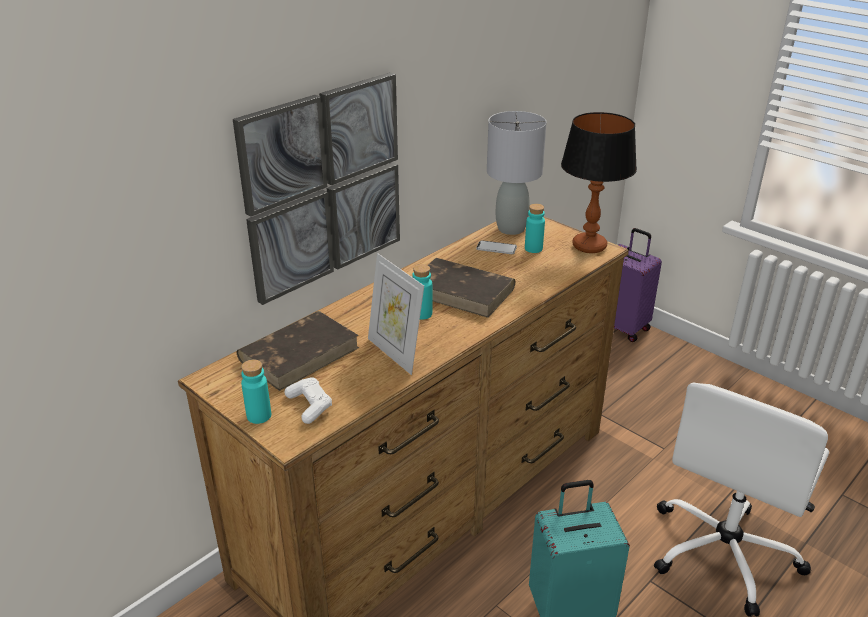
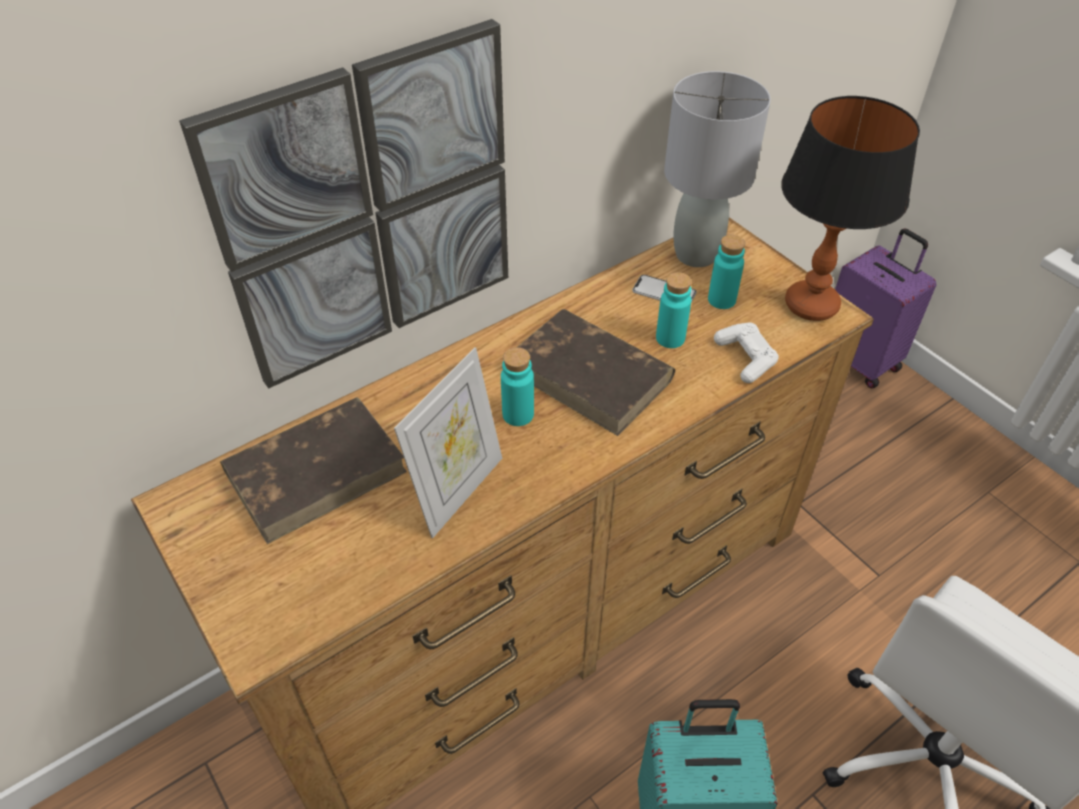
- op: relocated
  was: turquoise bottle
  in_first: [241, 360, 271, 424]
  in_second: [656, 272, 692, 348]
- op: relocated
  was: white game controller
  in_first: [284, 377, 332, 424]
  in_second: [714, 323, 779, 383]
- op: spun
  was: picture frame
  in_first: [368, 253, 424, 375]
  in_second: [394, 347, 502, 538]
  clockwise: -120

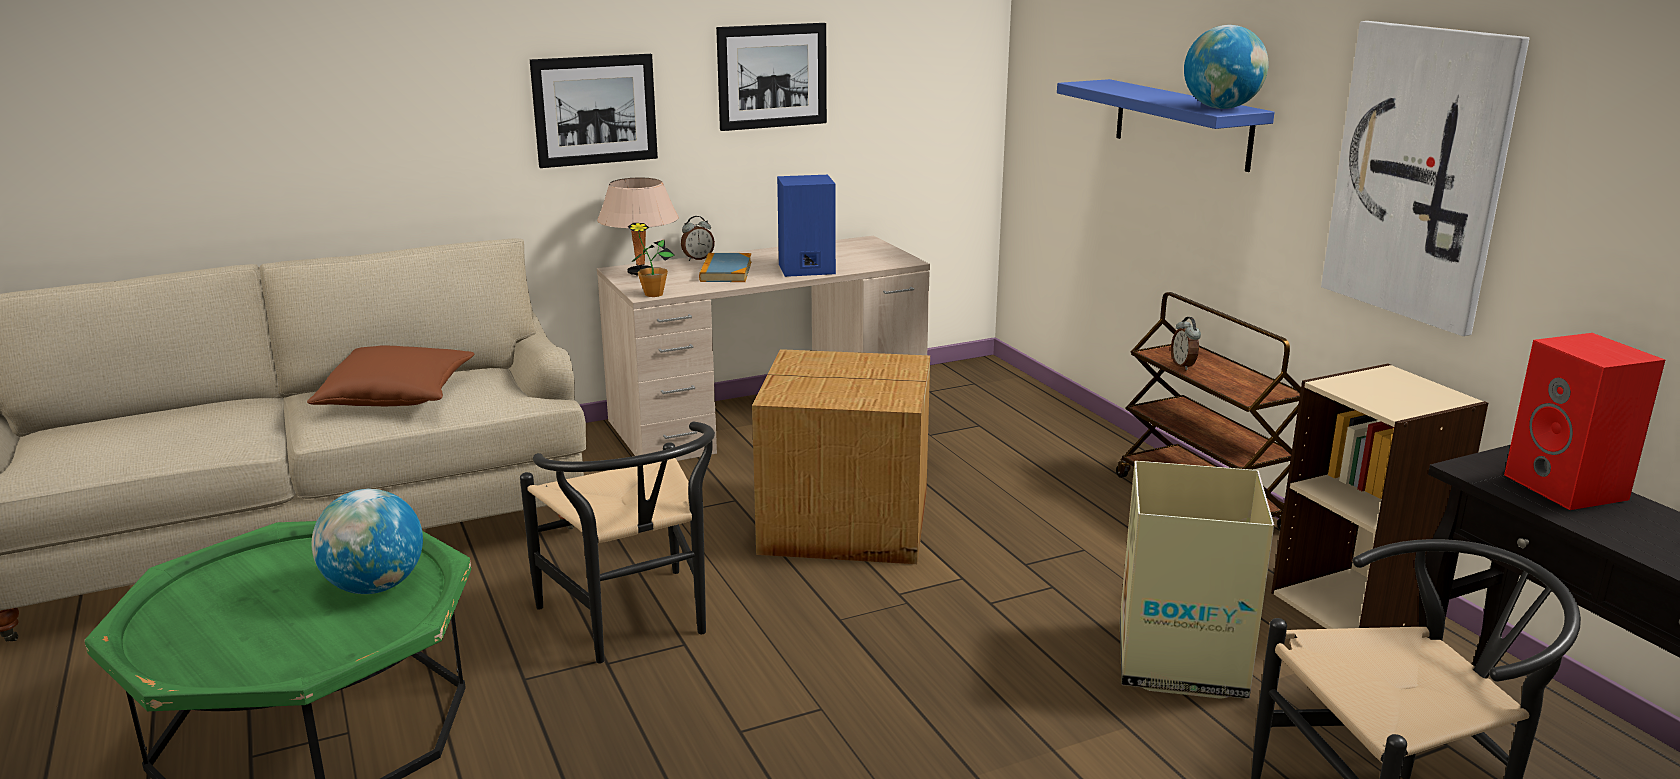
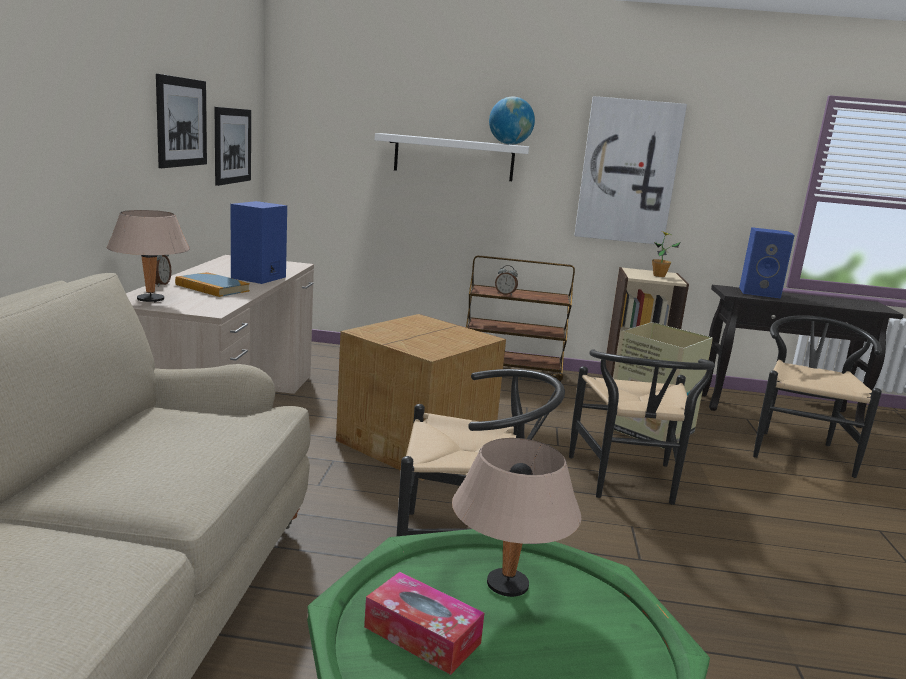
- op: missing
  was: brown pillow
  in_first: [307, 345, 475, 406]
- op: appeared
  now: tissue box
  in_second: [364, 572, 484, 675]
- op: appeared
  now: black chair
  in_second: [569, 349, 715, 505]
- op: relocated
  was: picture
  in_first: [530, 54, 658, 168]
  in_second: [215, 107, 251, 186]
- op: relocated
  was: potted plant
  in_first: [628, 223, 674, 297]
  in_second: [652, 231, 680, 277]
- op: exchanged
  was: globe
  now: beige table lamp
  in_first: [312, 489, 423, 594]
  in_second: [452, 438, 582, 597]
- op: colour
  was: blue shelf
  now: white shelf
  in_first: [1057, 79, 1274, 172]
  in_second: [375, 133, 529, 181]
- op: colour
  was: red speaker
  now: blue speaker
  in_first: [1504, 333, 1665, 510]
  in_second: [739, 227, 795, 299]

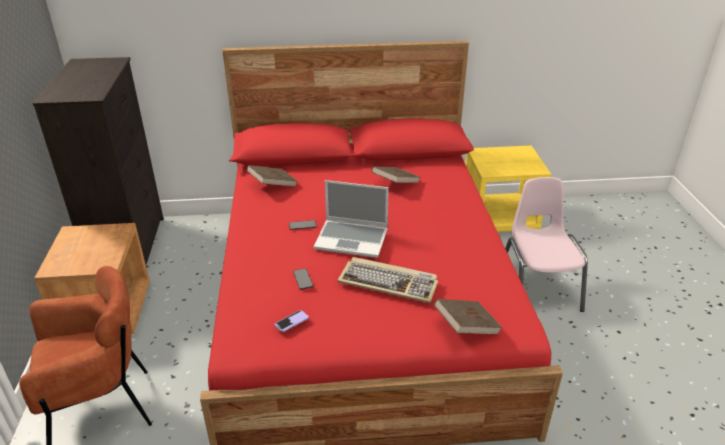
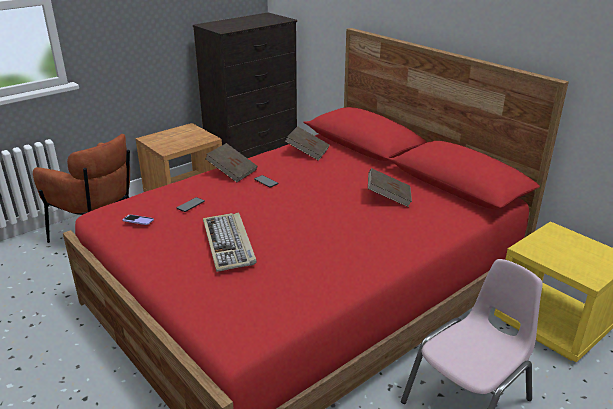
- op: missing
  was: laptop
  in_first: [314, 180, 389, 258]
- op: relocated
  was: brown book
  in_first: [434, 299, 503, 335]
  in_second: [205, 143, 257, 183]

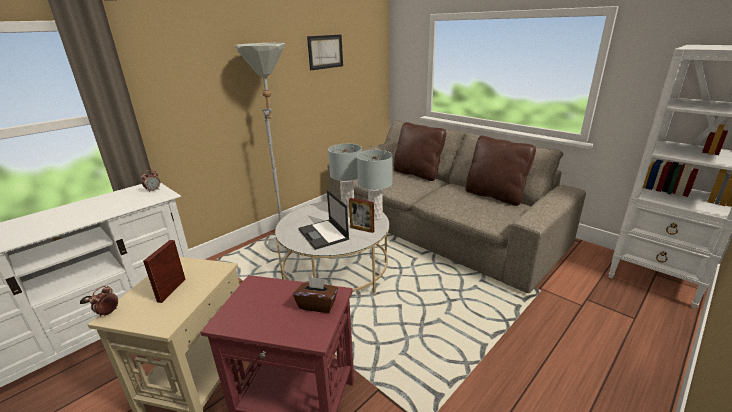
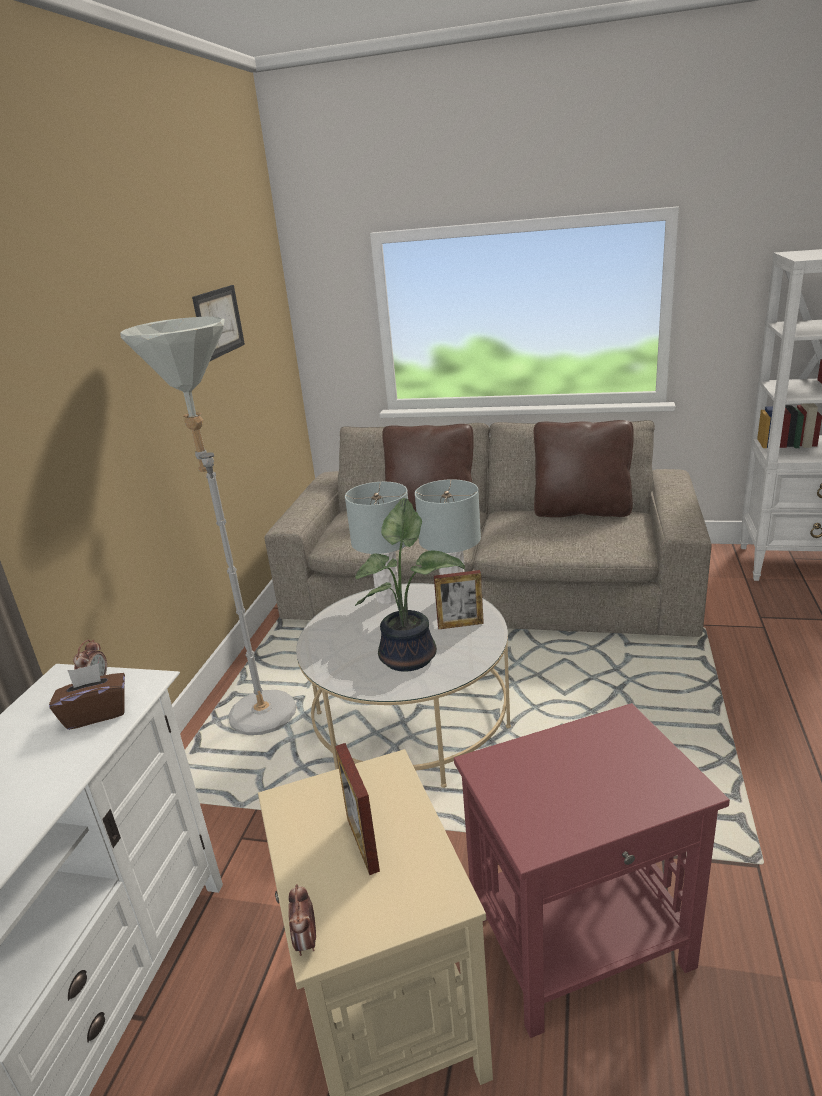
- op: relocated
  was: brown tissue box
  in_first: [293, 277, 338, 313]
  in_second: [49, 664, 125, 730]
- op: exchanged
  was: laptop
  now: potted plant
  in_first: [298, 190, 349, 250]
  in_second: [355, 498, 465, 672]

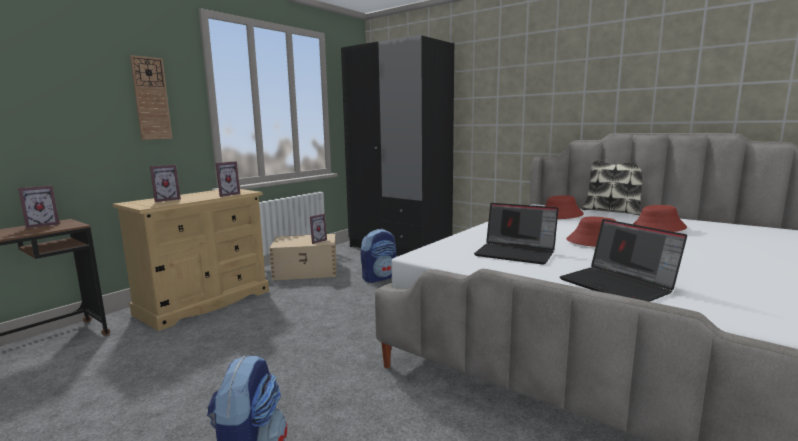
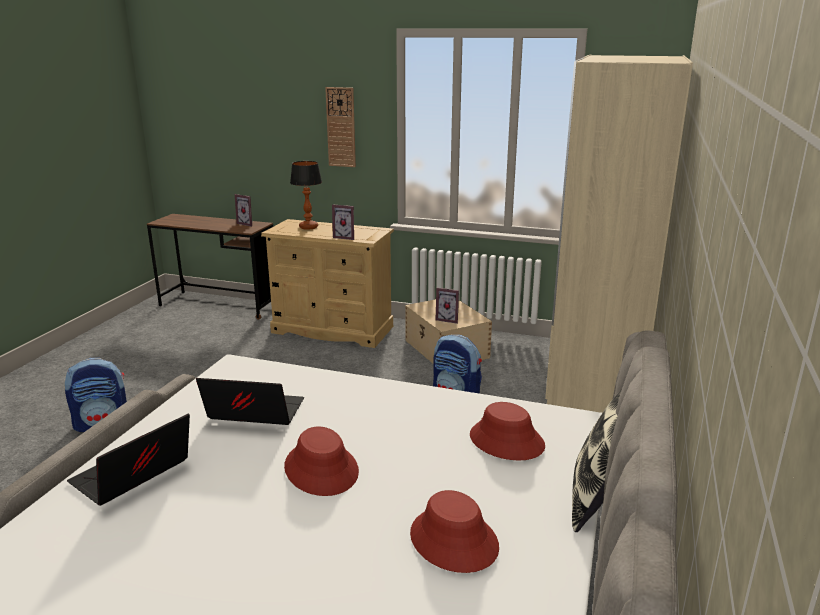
- op: exchanged
  was: picture frame
  now: table lamp
  in_first: [150, 165, 181, 202]
  in_second: [290, 161, 322, 230]
- op: colour
  was: black wardrobe
  now: beige wardrobe
  in_first: [341, 35, 454, 256]
  in_second: [545, 55, 693, 413]
- op: spun
  was: laptop
  in_first: [474, 203, 559, 265]
  in_second: [196, 378, 304, 425]
  clockwise: 90

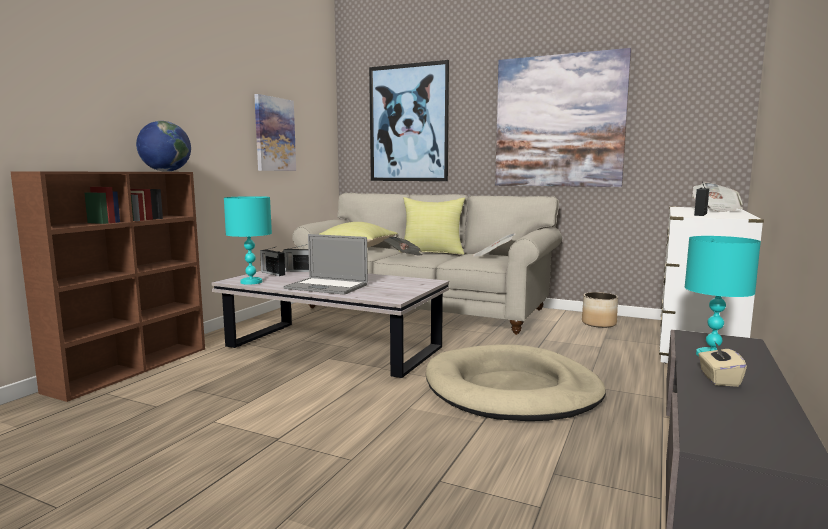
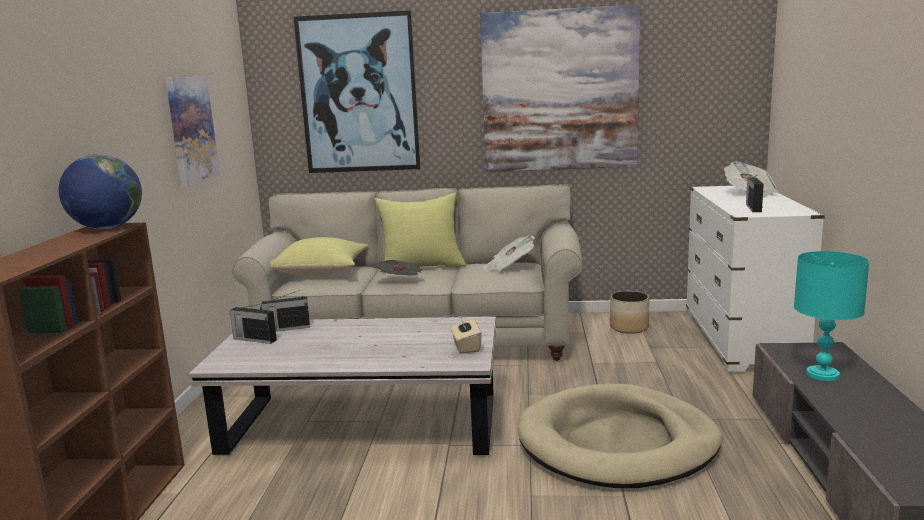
- op: missing
  was: turquoise table lamp
  in_first: [224, 196, 272, 285]
- op: missing
  was: laptop
  in_first: [283, 234, 368, 295]
- op: relocated
  was: beige tissue box
  in_first: [698, 342, 747, 387]
  in_second: [451, 316, 482, 354]

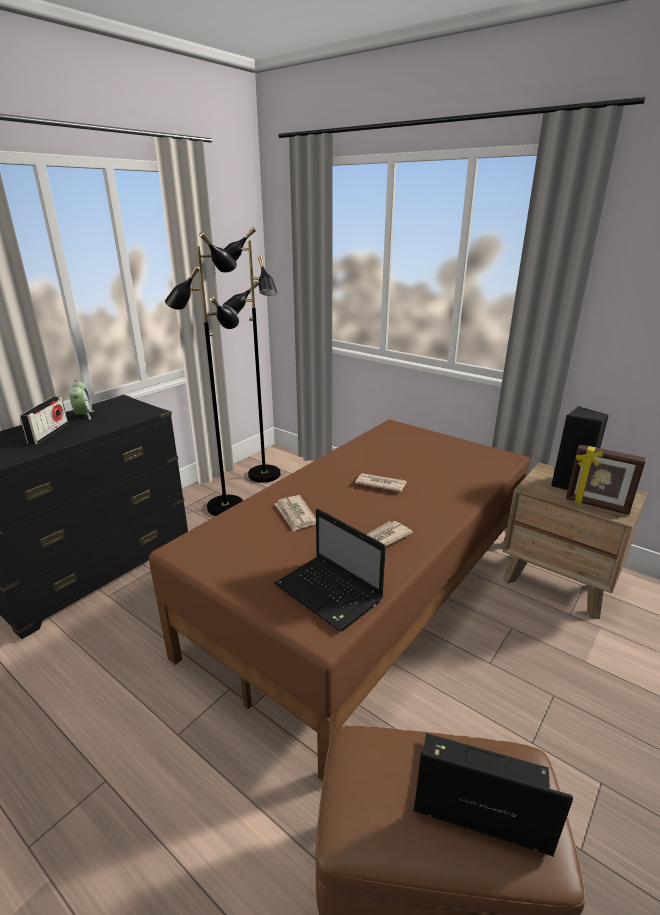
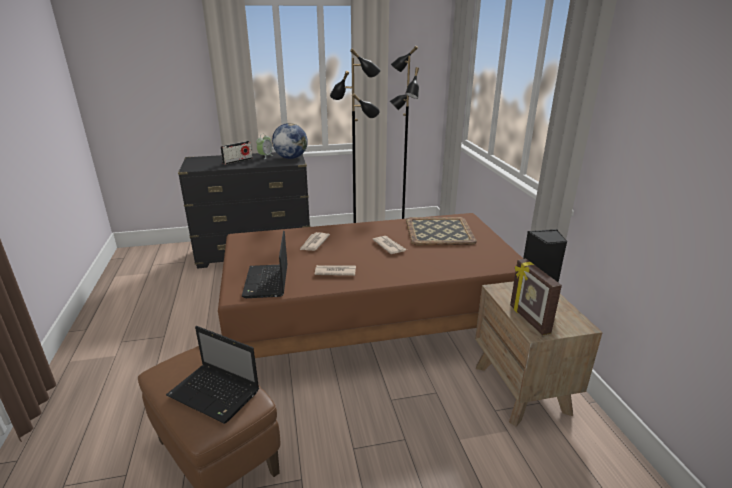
- op: appeared
  now: globe
  in_second: [272, 123, 308, 159]
- op: appeared
  now: tray
  in_second: [406, 217, 477, 245]
- op: spun
  was: laptop
  in_first: [413, 733, 573, 857]
  in_second: [166, 326, 259, 424]
  clockwise: 150

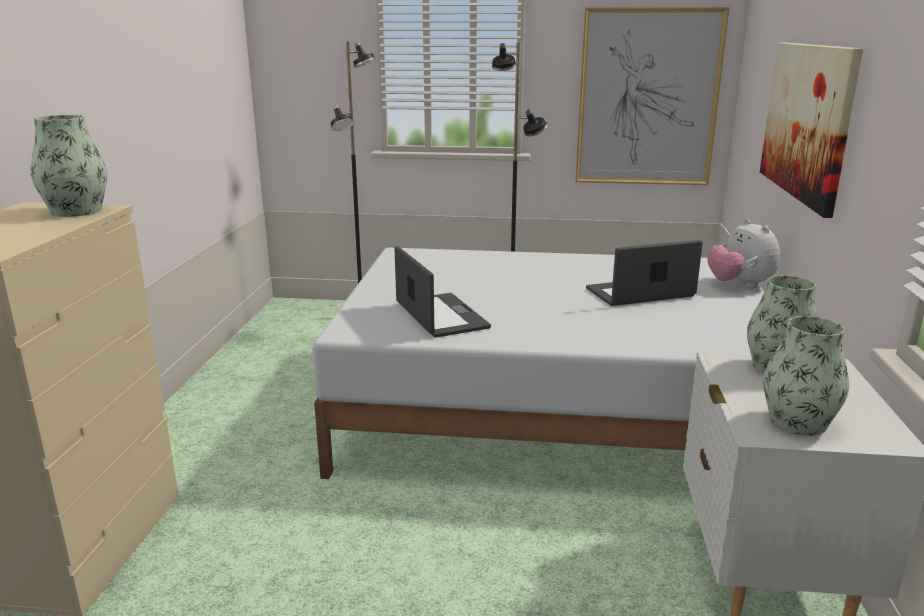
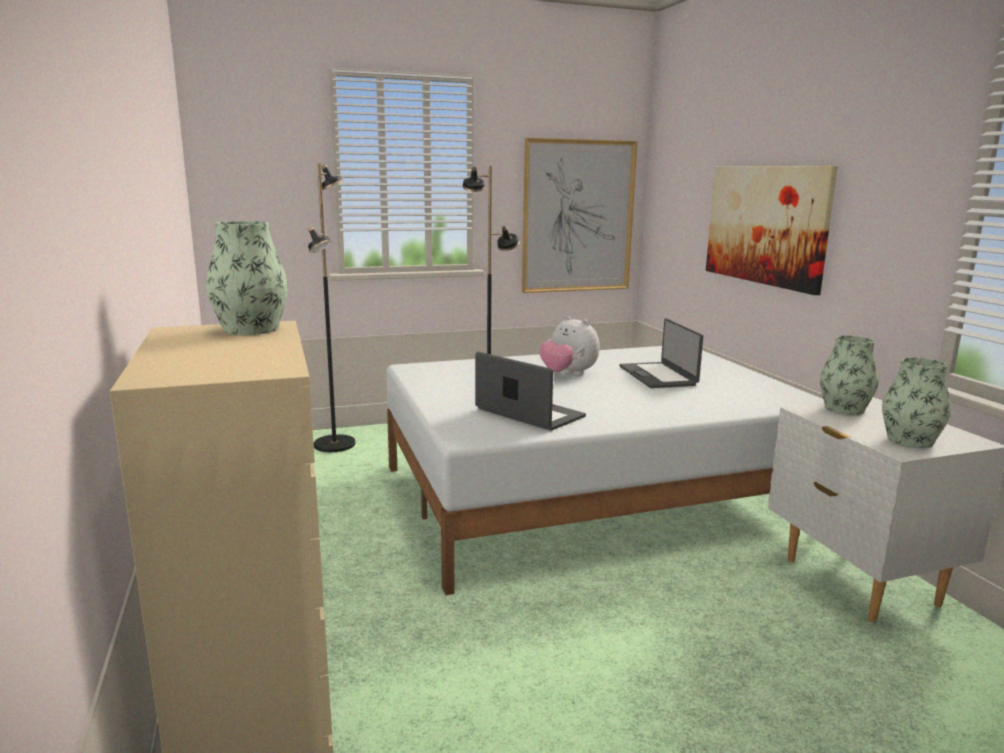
- op: relocated
  was: plush toy
  in_first: [707, 219, 780, 288]
  in_second: [540, 316, 600, 376]
- op: spun
  was: laptop
  in_first: [586, 240, 703, 306]
  in_second: [619, 318, 703, 388]
  clockwise: -60

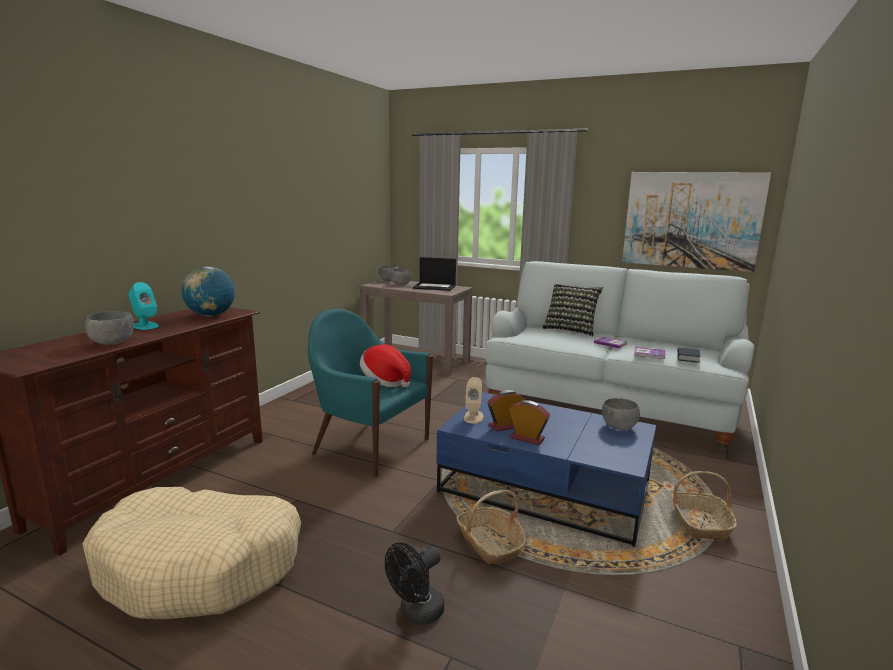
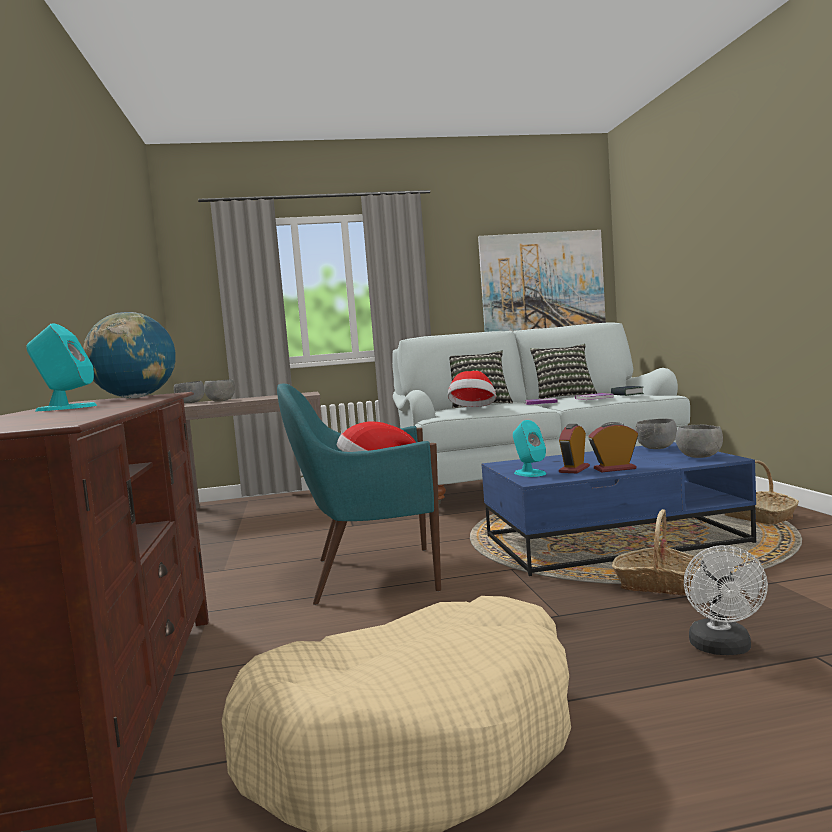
- op: missing
  was: laptop
  in_first: [413, 257, 456, 291]
- op: appeared
  now: hat
  in_second: [448, 371, 496, 407]
- op: appeared
  now: pillow
  in_second: [530, 344, 598, 399]
- op: relocated
  was: grey bowl
  in_first: [85, 311, 134, 345]
  in_second: [676, 425, 723, 458]
- op: colour
  was: black fan
  now: white fan
  in_first: [385, 542, 445, 625]
  in_second: [684, 545, 768, 655]
- op: colour
  was: beige speaker
  now: turquoise speaker
  in_first: [464, 377, 484, 424]
  in_second: [513, 420, 546, 477]

